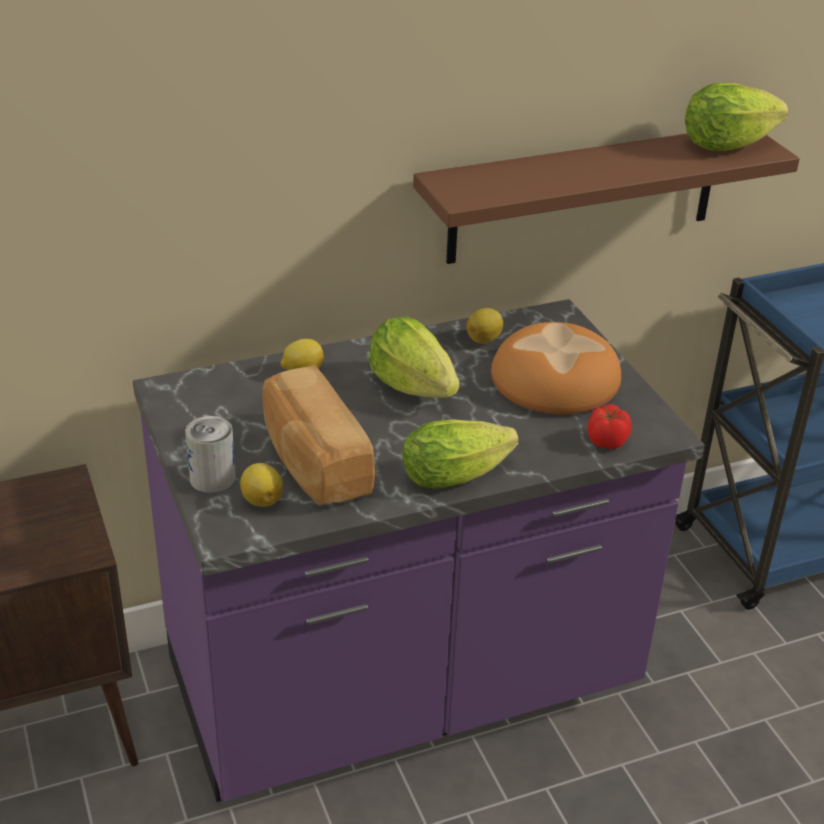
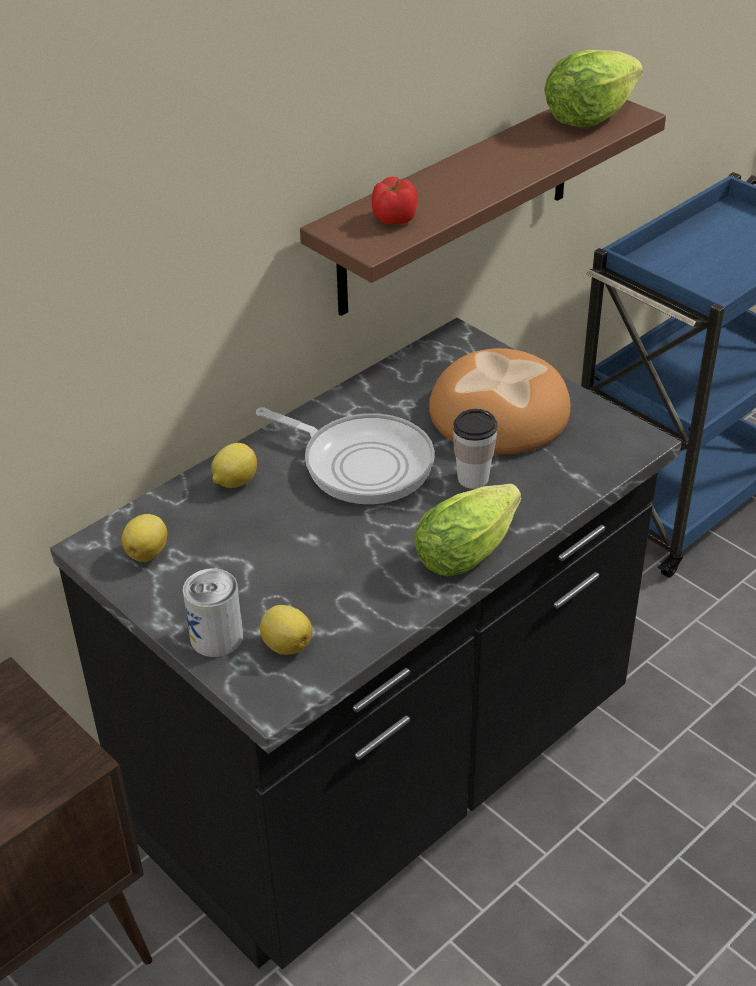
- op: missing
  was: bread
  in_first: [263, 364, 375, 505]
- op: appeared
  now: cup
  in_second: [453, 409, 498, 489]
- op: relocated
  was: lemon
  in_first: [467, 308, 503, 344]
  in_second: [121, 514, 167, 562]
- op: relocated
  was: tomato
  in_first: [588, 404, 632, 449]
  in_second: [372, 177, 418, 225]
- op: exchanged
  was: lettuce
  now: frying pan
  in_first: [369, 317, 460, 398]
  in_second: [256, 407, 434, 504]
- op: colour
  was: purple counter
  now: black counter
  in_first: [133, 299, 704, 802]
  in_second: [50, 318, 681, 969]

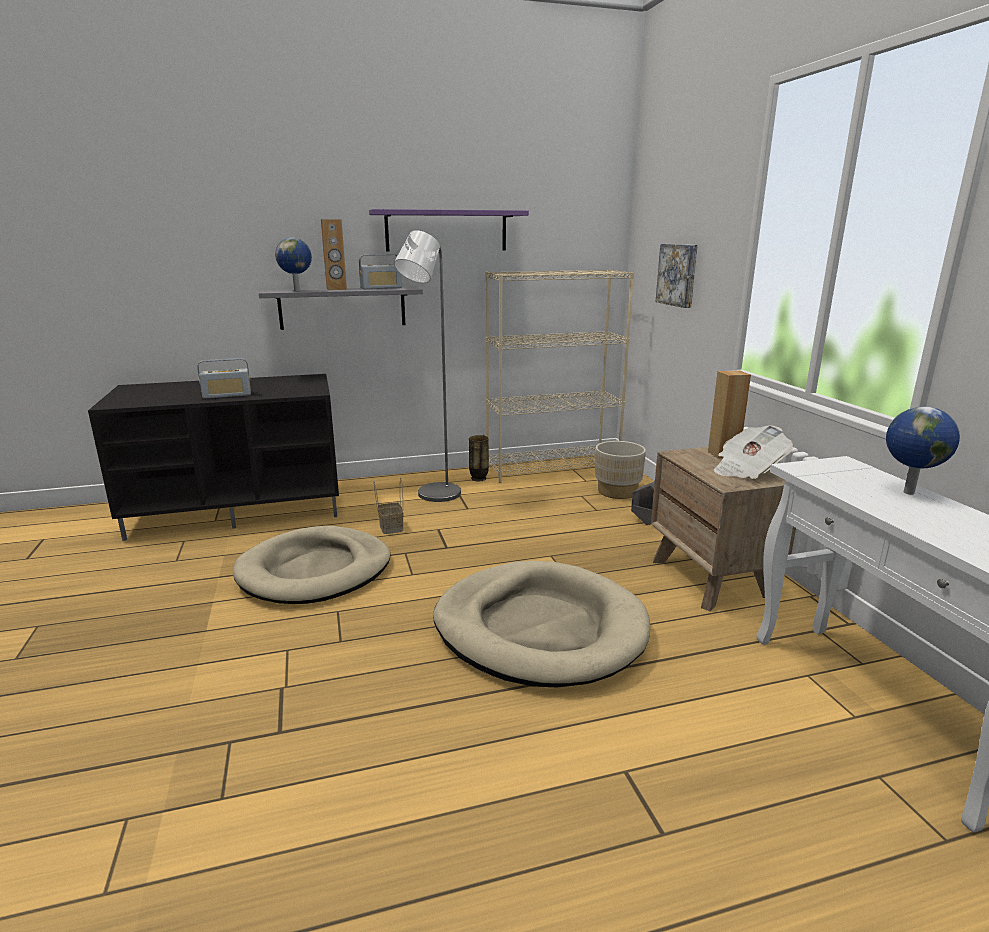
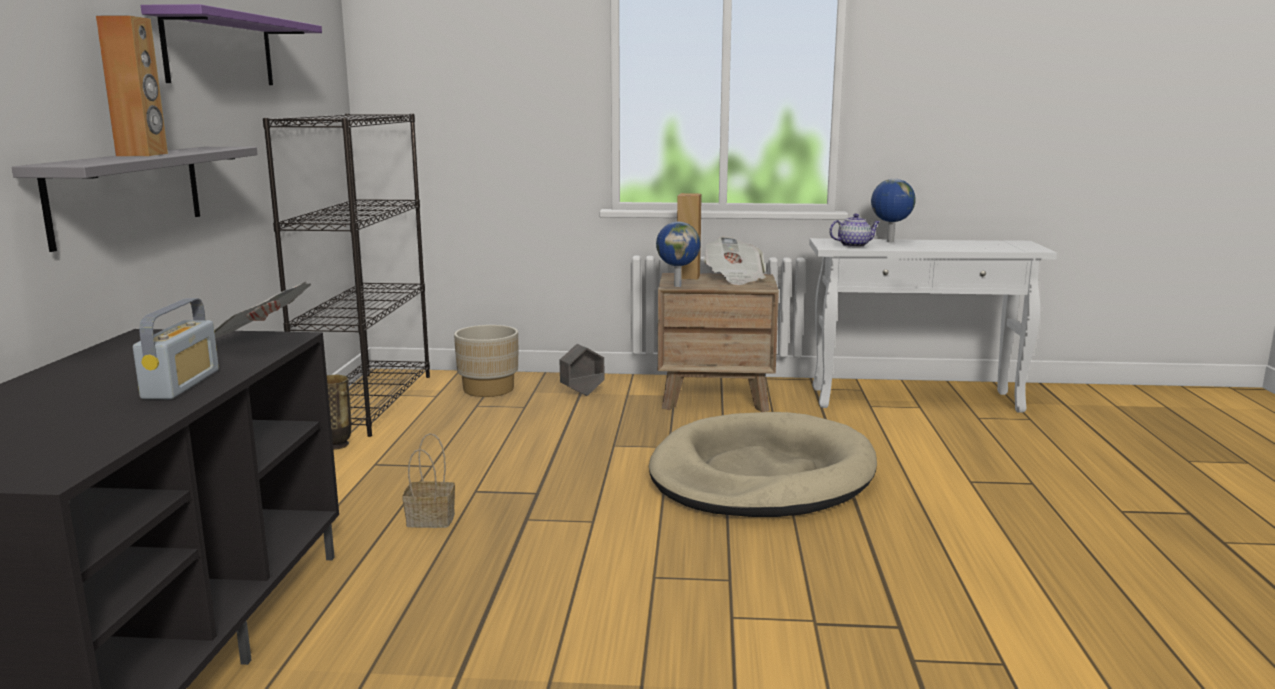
- op: missing
  was: beige dog bed
  in_first: [233, 526, 391, 604]
- op: missing
  was: radio
  in_first: [359, 254, 402, 289]
- op: missing
  was: grey floor lamp
  in_first: [394, 230, 461, 502]
- op: missing
  was: picture
  in_first: [656, 244, 698, 308]
- op: appeared
  now: newspaper
  in_second: [214, 282, 311, 338]
- op: appeared
  now: teapot
  in_second: [829, 214, 880, 247]
- op: relocated
  was: globe
  in_first: [275, 238, 312, 291]
  in_second: [656, 222, 701, 287]
- op: colour
  was: beige bookcase
  now: black bookcase
  in_first: [485, 269, 634, 483]
  in_second: [263, 114, 430, 437]

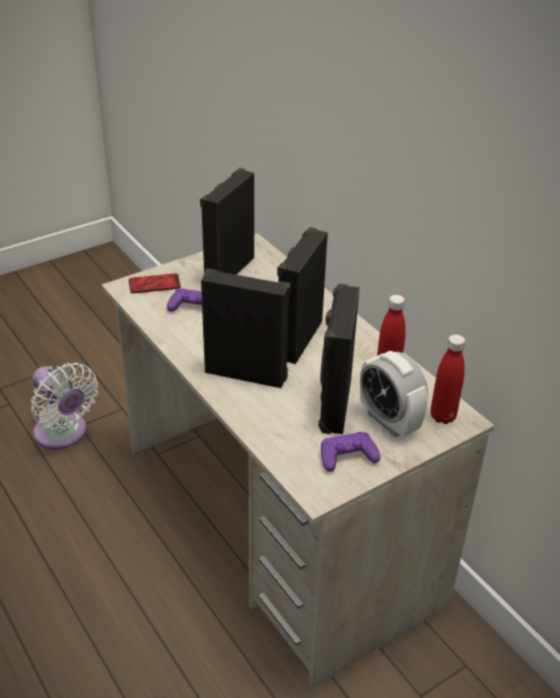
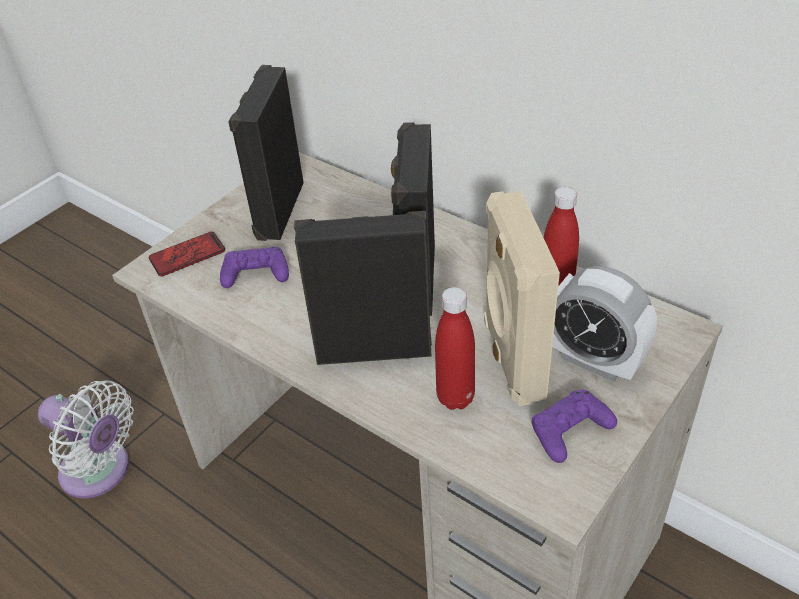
- op: relocated
  was: red bottle
  in_first: [431, 334, 465, 424]
  in_second: [435, 287, 475, 410]
- op: colour
  was: black speaker
  now: beige speaker
  in_first: [319, 284, 360, 434]
  in_second: [484, 191, 560, 406]

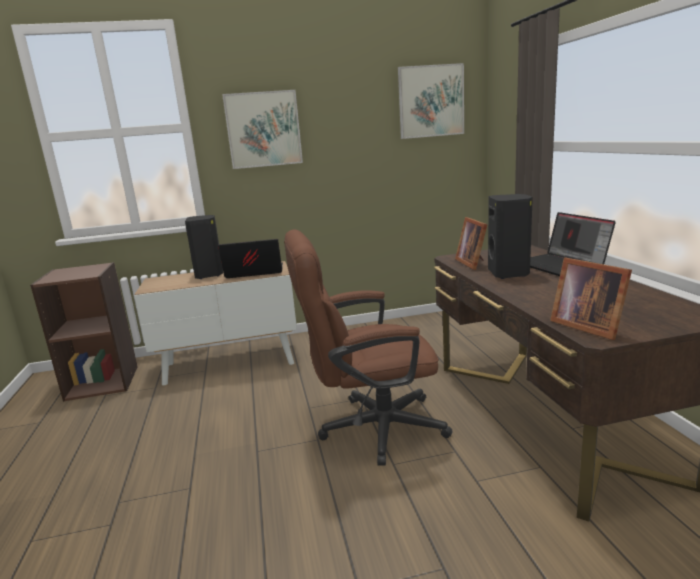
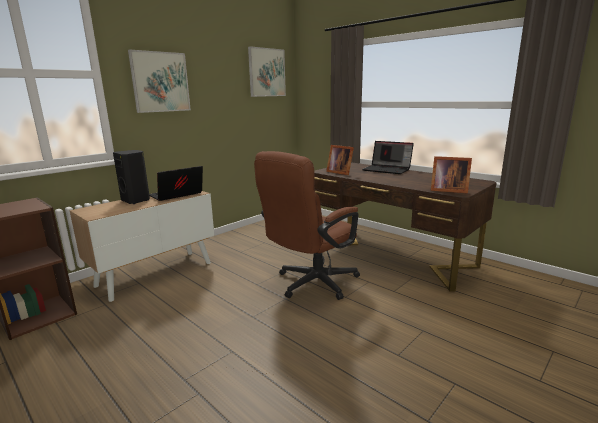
- op: missing
  was: black speaker
  in_first: [488, 194, 533, 279]

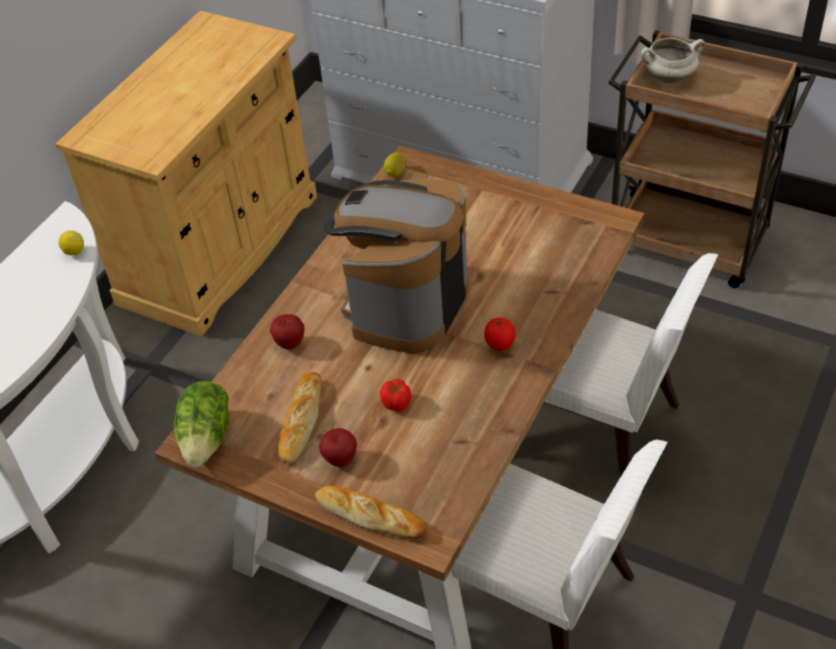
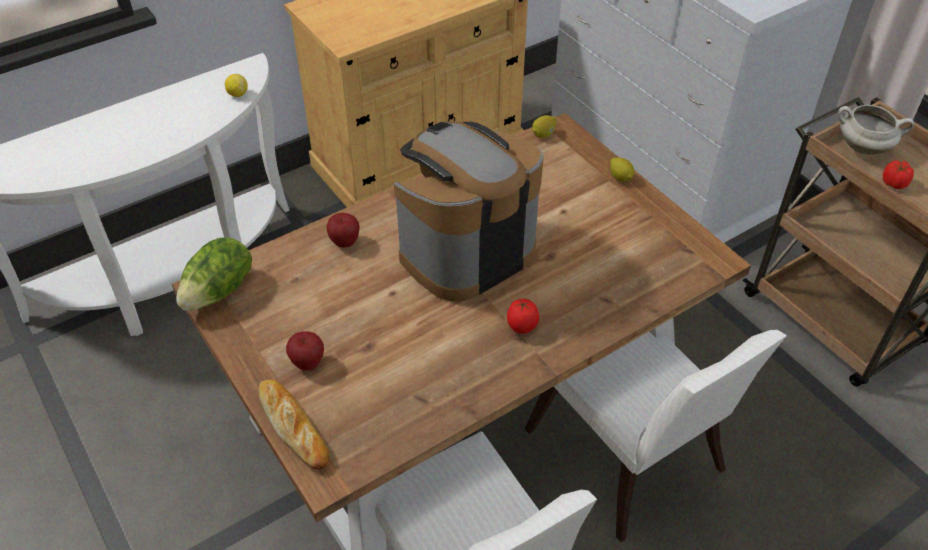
- op: missing
  was: bread
  in_first: [278, 372, 321, 464]
- op: appeared
  now: lemon
  in_second: [610, 158, 634, 182]
- op: relocated
  was: tomato
  in_first: [380, 379, 411, 412]
  in_second: [883, 161, 914, 189]

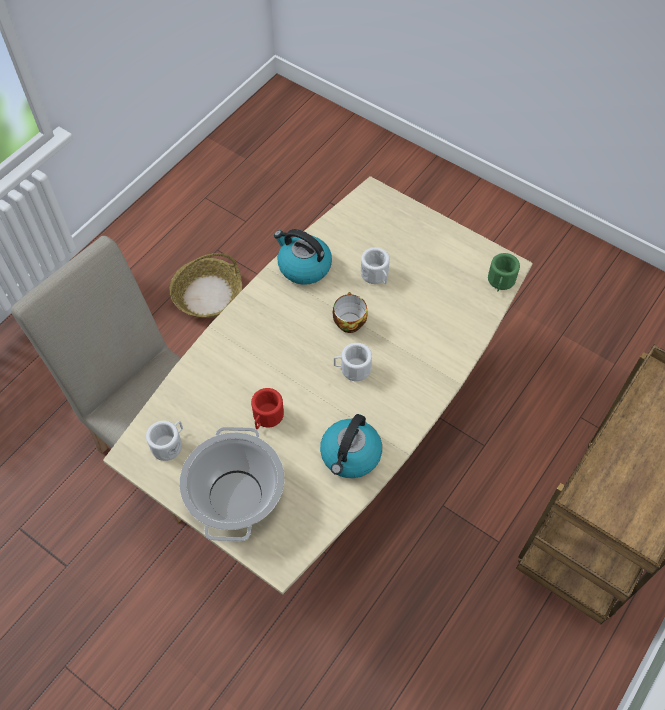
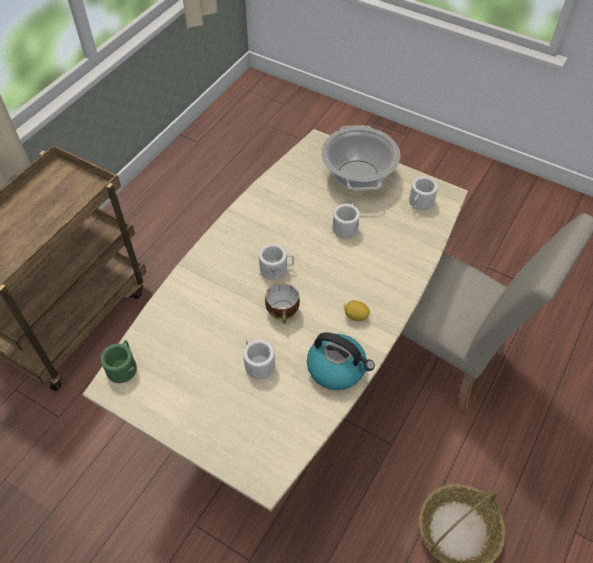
- op: missing
  was: kettle
  in_first: [320, 414, 382, 478]
- op: appeared
  now: lemon
  in_second: [344, 300, 370, 321]
- op: colour
  was: red mug
  now: white mug
  in_first: [251, 388, 284, 429]
  in_second: [332, 203, 360, 238]

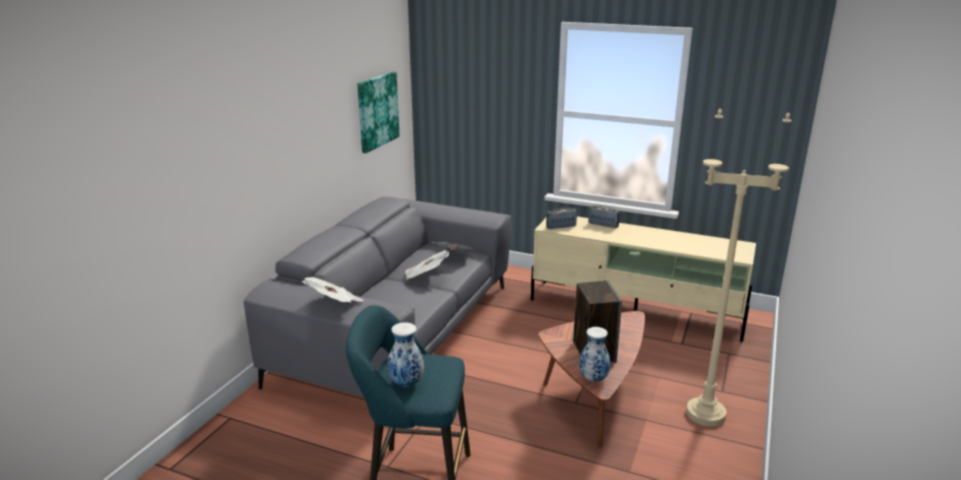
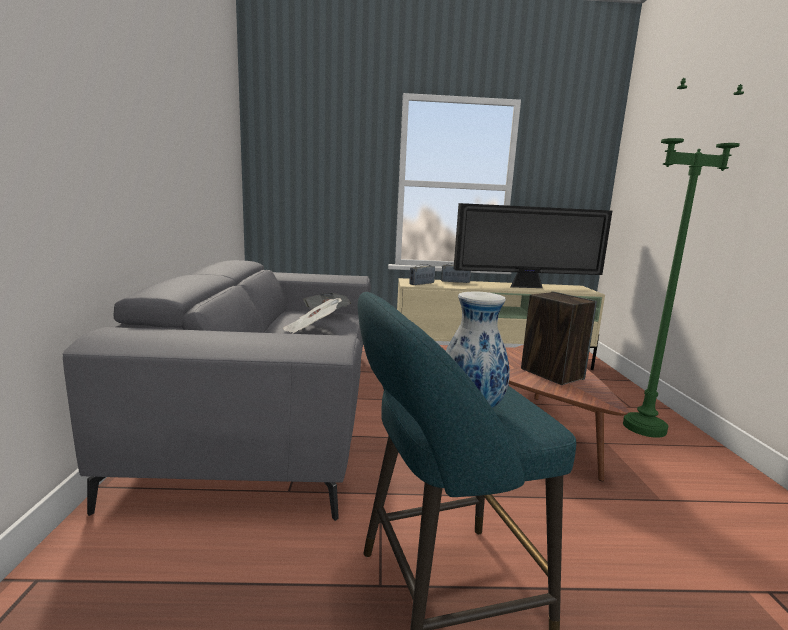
- op: missing
  was: newspaper
  in_first: [302, 277, 364, 303]
- op: missing
  was: picture
  in_first: [357, 72, 400, 153]
- op: missing
  was: vase
  in_first: [579, 327, 610, 382]
- op: appeared
  now: television
  in_second: [454, 203, 612, 288]
- op: colour
  was: beige floor lamp
  now: green floor lamp
  in_first: [686, 108, 791, 427]
  in_second: [623, 78, 744, 438]

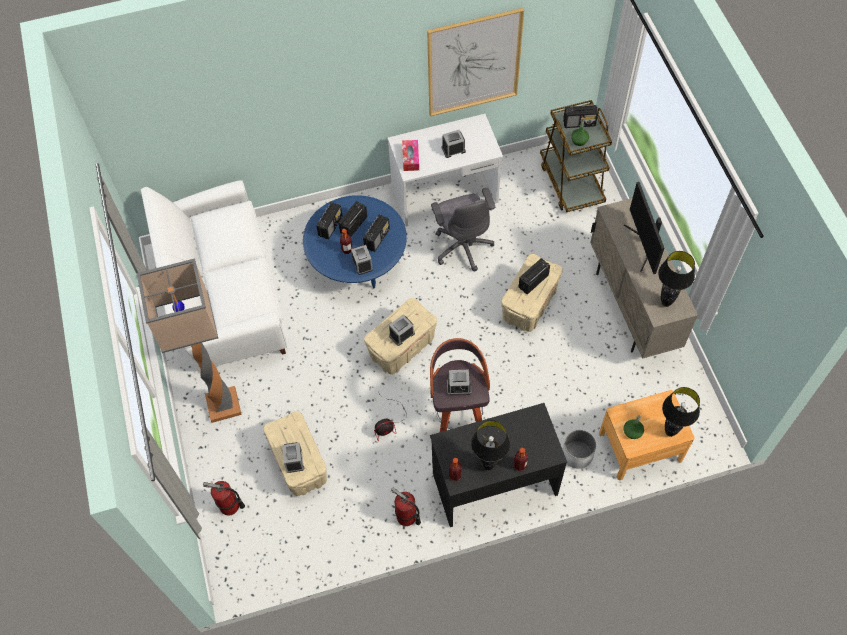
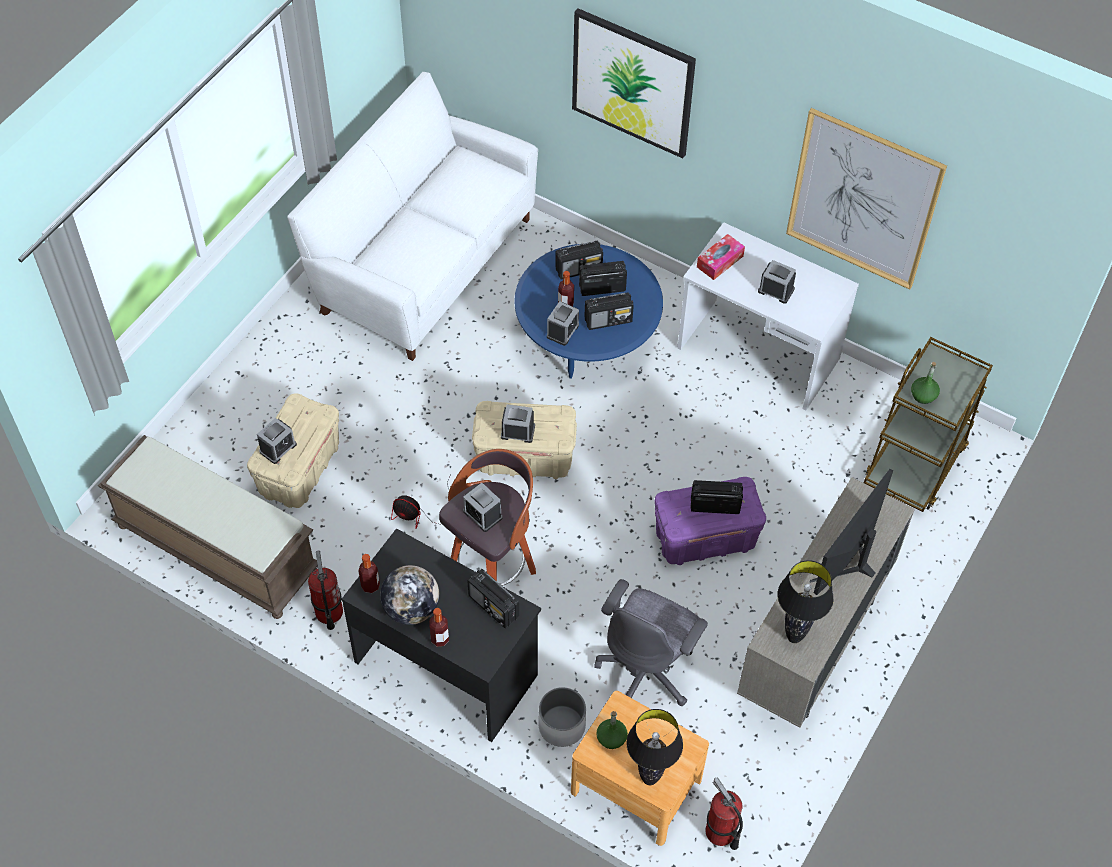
- op: missing
  was: floor lamp
  in_first: [137, 258, 242, 423]
- op: appeared
  now: brown bench
  in_second: [98, 435, 318, 619]
- op: appeared
  now: picture
  in_second: [572, 8, 696, 158]
- op: relocated
  was: fire extinguisher
  in_first: [203, 481, 245, 516]
  in_second: [705, 778, 743, 850]
- op: relocated
  was: grey office chair
  in_first: [431, 188, 495, 271]
  in_second: [594, 579, 708, 706]
- op: relocated
  was: radio
  in_first: [563, 105, 598, 128]
  in_second: [467, 569, 519, 628]
- op: exchanged
  was: black table lamp
  now: globe
  in_first: [471, 420, 510, 470]
  in_second: [380, 565, 439, 625]
- op: colour
  was: beige storage box
  now: purple storage box
  in_first: [501, 254, 563, 332]
  in_second: [655, 477, 766, 565]

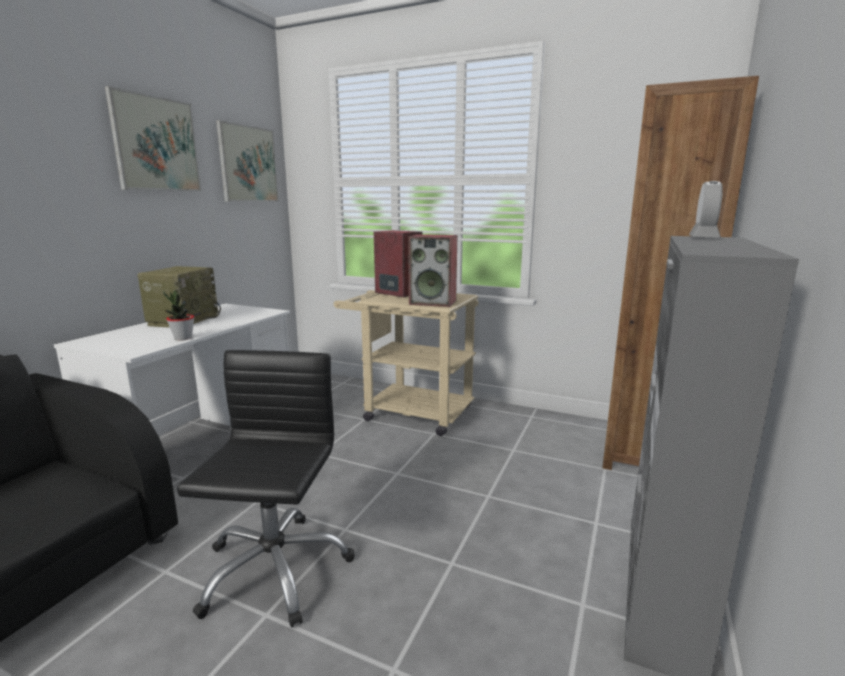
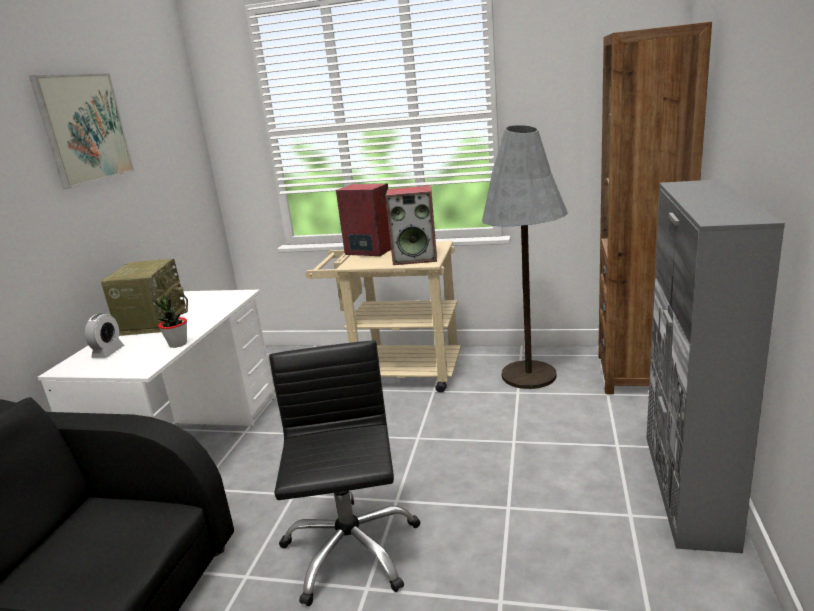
- op: missing
  was: picture
  in_first: [216, 120, 279, 202]
- op: appeared
  now: grey floor lamp
  in_second: [482, 125, 568, 389]
- op: relocated
  was: alarm clock
  in_first: [689, 181, 723, 237]
  in_second: [85, 313, 124, 358]

